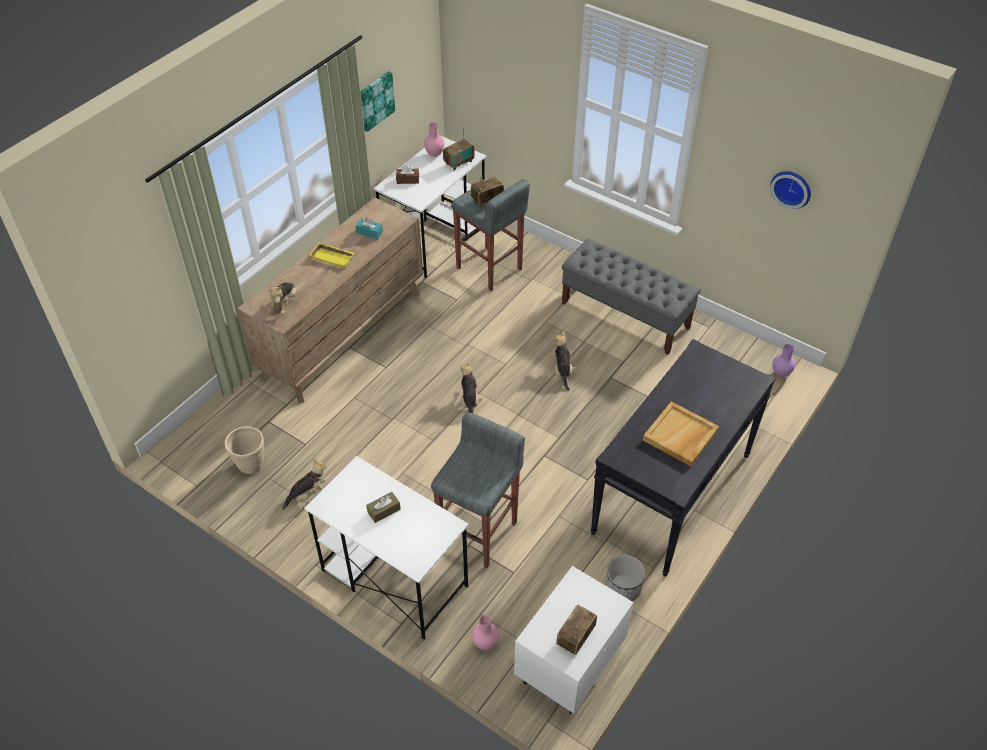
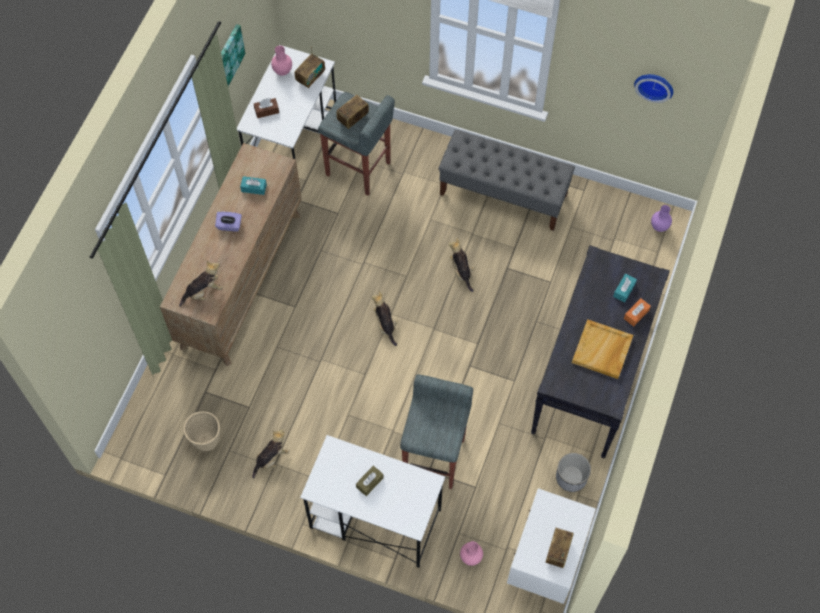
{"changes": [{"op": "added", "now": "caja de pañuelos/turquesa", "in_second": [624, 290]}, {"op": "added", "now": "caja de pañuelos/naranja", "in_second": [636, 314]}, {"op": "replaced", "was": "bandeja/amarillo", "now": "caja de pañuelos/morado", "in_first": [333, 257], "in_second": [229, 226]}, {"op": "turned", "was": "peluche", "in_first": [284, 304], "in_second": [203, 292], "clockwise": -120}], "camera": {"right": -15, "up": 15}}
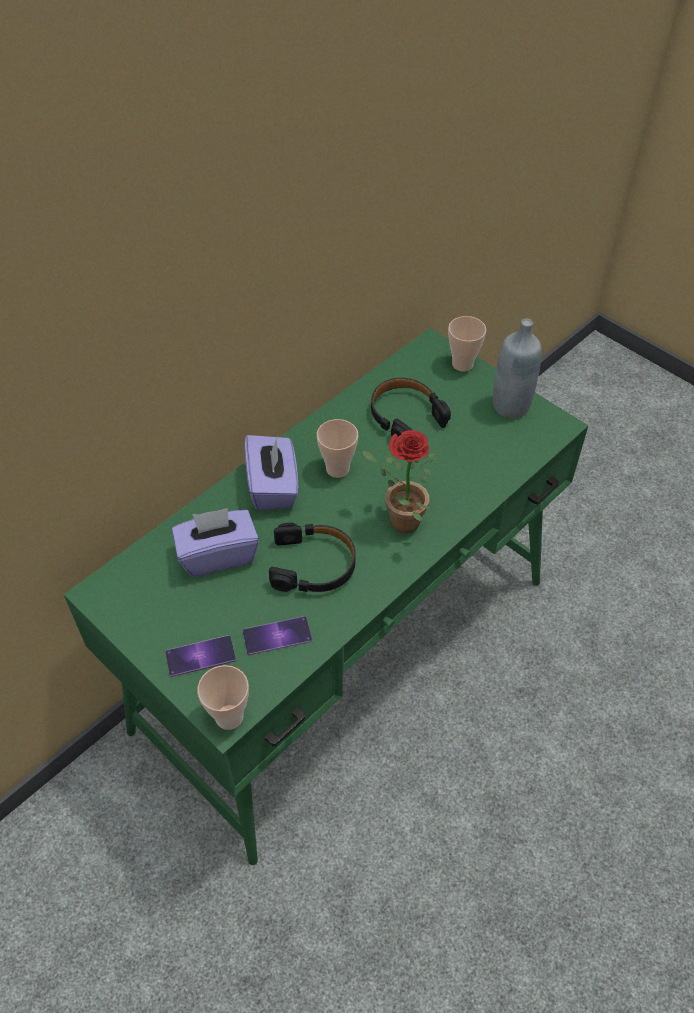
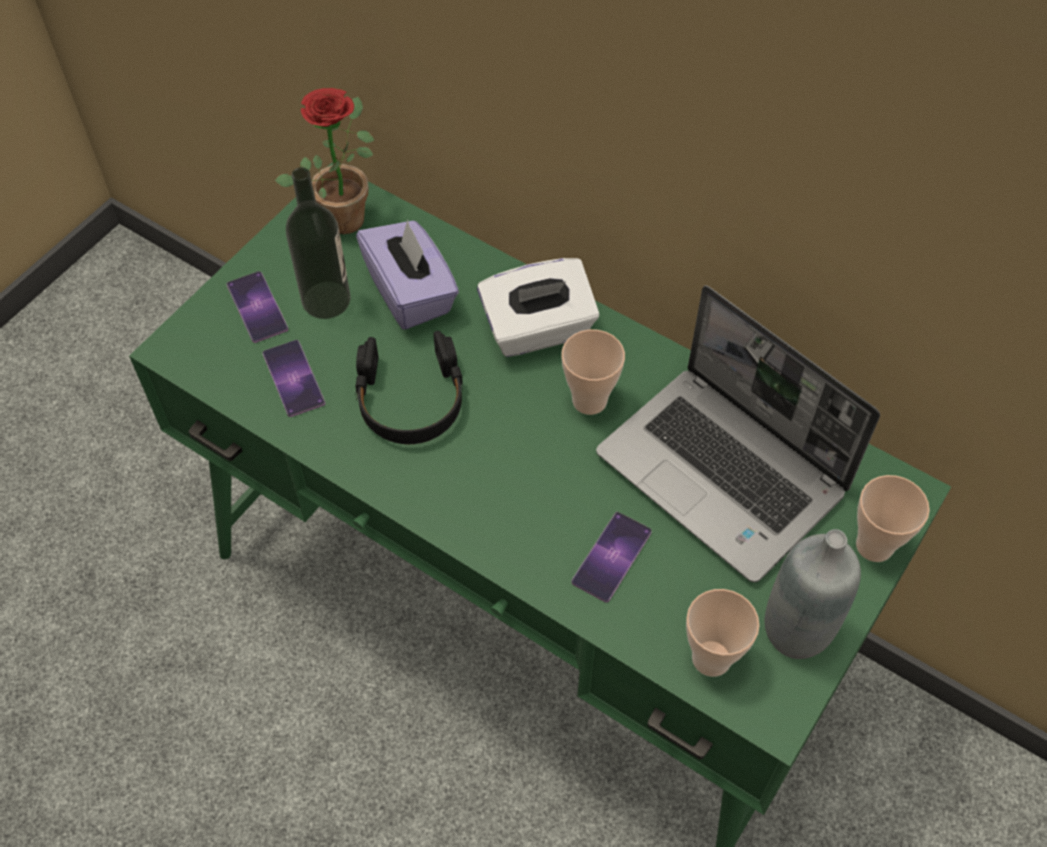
{"changes": [{"op": "added", "now": "botella", "in_second": [326, 300]}, {"op": "added", "now": "móvil", "in_second": [611, 557]}, {"op": "moved", "was": "taza", "in_first": [229, 717], "in_second": [711, 658]}, {"op": "moved", "was": "planta en maceta", "in_first": [398, 520], "in_second": [345, 213]}, {"op": "replaced", "was": "auriculares/negro", "now": "portátil", "in_first": [405, 416], "in_second": [724, 474]}, {"op": "recoloured", "was": "caja de pañuelos/morado", "now": "caja de pañuelos/blanco", "in_first": [273, 487], "in_second": [538, 330]}], "camera": {"right": 80, "up": 5}}
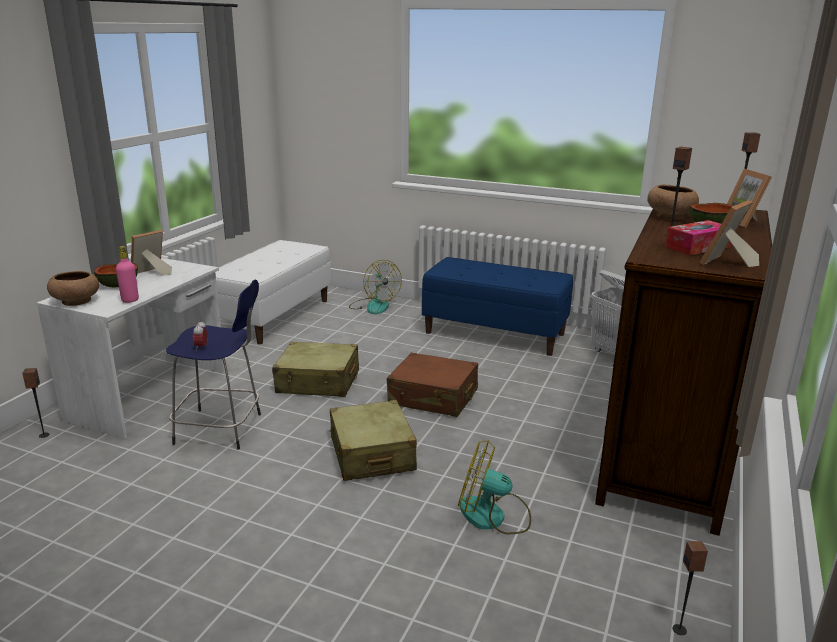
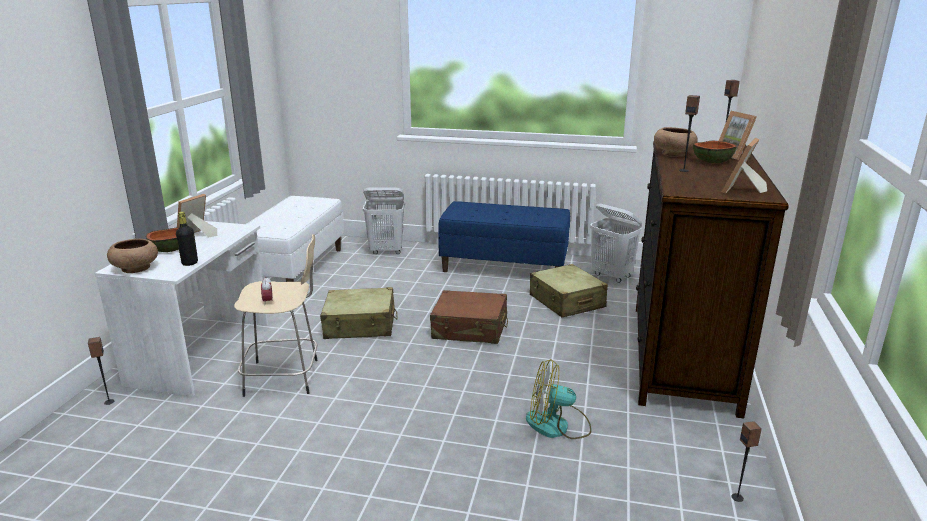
{"changes": [{"op": "removed", "was": "caja de pañuelos", "in_first": [697, 247]}, {"op": "moved", "was": "maleta/beis", "in_first": [371, 454], "in_second": [566, 302]}, {"op": "replaced", "was": "ventilador", "now": "cesto de la ropa/blanco", "in_first": [374, 306], "in_second": [386, 251]}, {"op": "recoloured", "was": "botella/rosa", "now": "botella/negro", "in_first": [130, 300], "in_second": [190, 263]}, {"op": "recoloured", "was": "taburete/azul", "now": "taburete/beis", "in_first": [221, 429], "in_second": [285, 377]}], "camera": {"right": -10, "up": 0}}
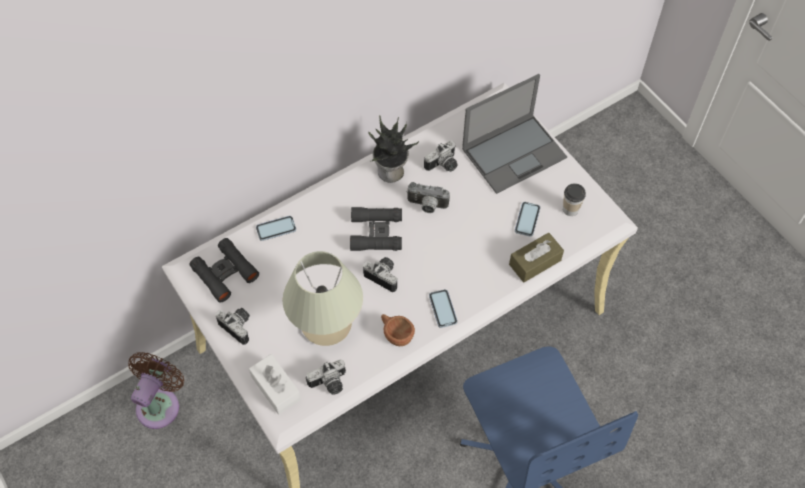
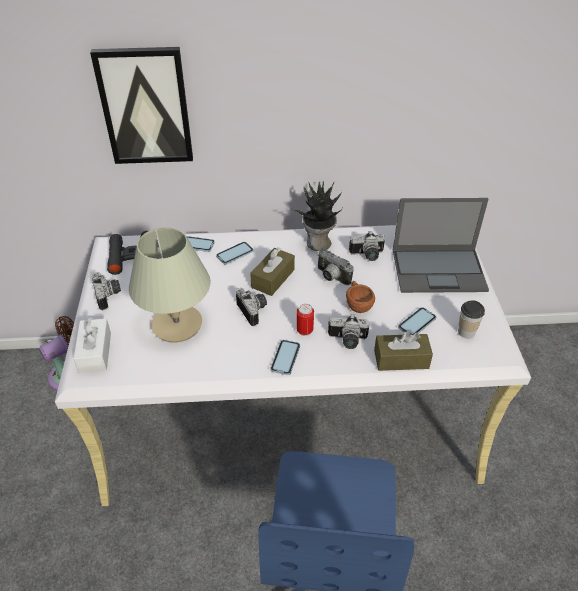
{"changes": [{"op": "added", "now": "cuadro", "in_second": [145, 106]}, {"op": "added", "now": "móvil", "in_second": [235, 254]}, {"op": "added", "now": "lata", "in_second": [304, 331]}, {"op": "moved", "was": "cámara", "in_first": [329, 384], "in_second": [347, 340]}, {"op": "moved", "was": "taza/marrón", "in_first": [395, 334], "in_second": [357, 304]}, {"op": "replaced", "was": "prismáticos/negro", "now": "caja de pañuelos/marrón", "in_first": [376, 232], "in_second": [273, 278]}], "camera": {"right": 30, "up": -15}}
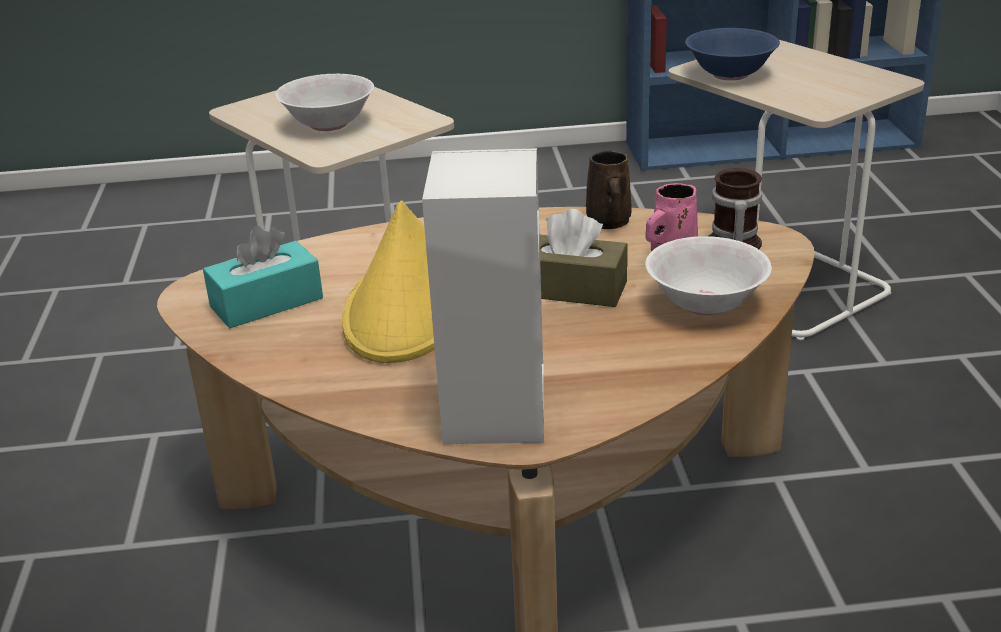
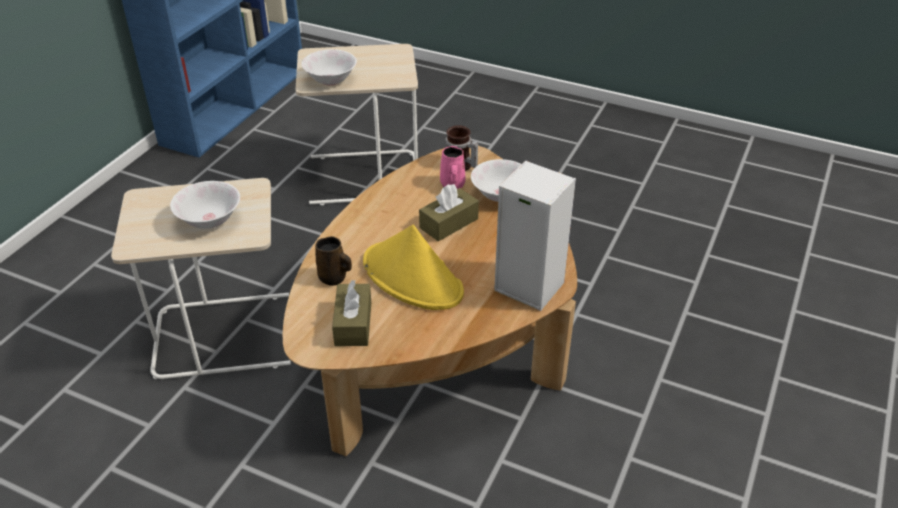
{"changes": [{"op": "moved", "was": "taza grande/marrón", "in_first": [609, 223], "in_second": [334, 278]}, {"op": "recoloured", "was": "caja de pañuelos/turquesa", "now": "caja de pañuelos/marrón", "in_first": [266, 302], "in_second": [353, 324]}, {"op": "recoloured", "was": "cuenco/azul", "now": "cuenco/blanco", "in_first": [729, 74], "in_second": [330, 80]}], "camera": {"right": -60, "up": 10}}
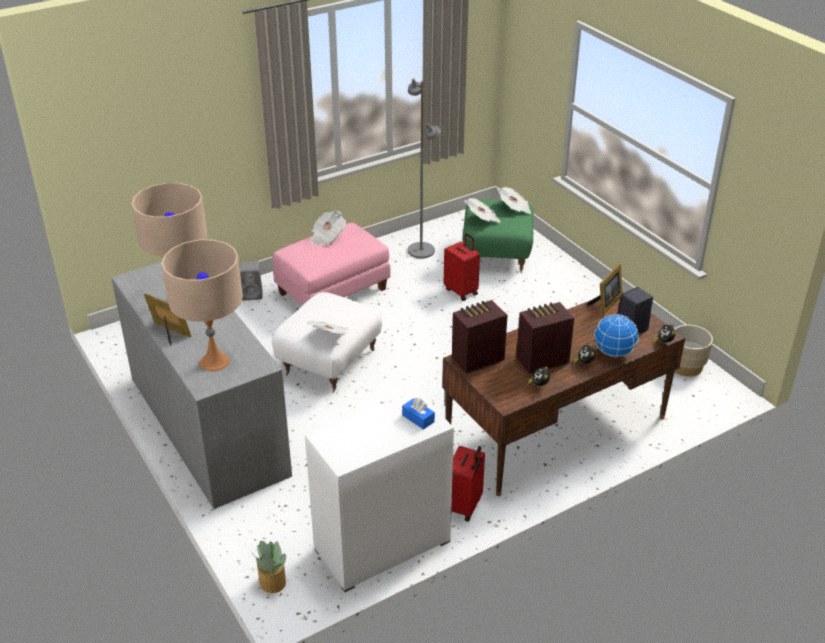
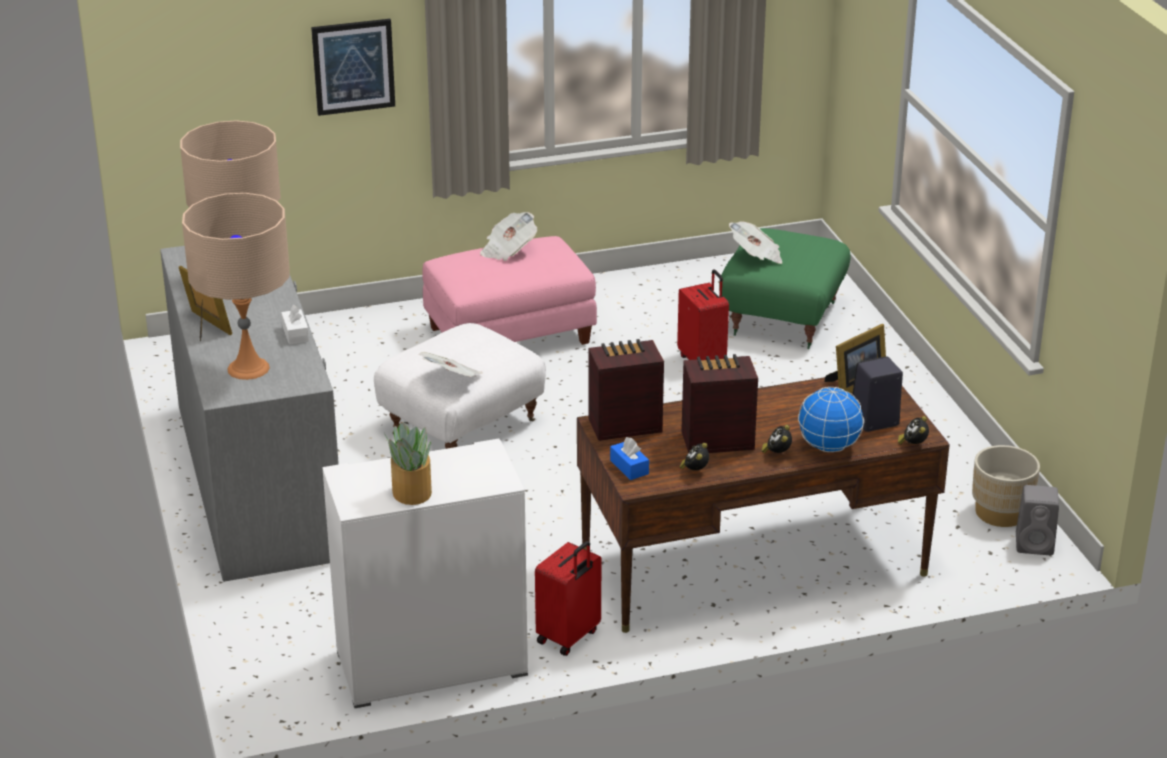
{"changes": [{"op": "removed", "was": "lámpara de pie/gris", "in_first": [421, 250]}, {"op": "removed", "was": "periódico", "in_first": [514, 209]}, {"op": "added", "now": "caja de pañuelos/blanco", "in_second": [295, 334]}, {"op": "added", "now": "cuadro", "in_second": [353, 66]}, {"op": "moved", "was": "altavoz/gris", "in_first": [253, 294], "in_second": [1035, 544]}, {"op": "moved", "was": "planta en maceta", "in_first": [272, 582], "in_second": [412, 493]}, {"op": "moved", "was": "caja de pañuelos/azul", "in_first": [418, 418], "in_second": [629, 467]}], "camera": {"right": 15, "up": -5}}
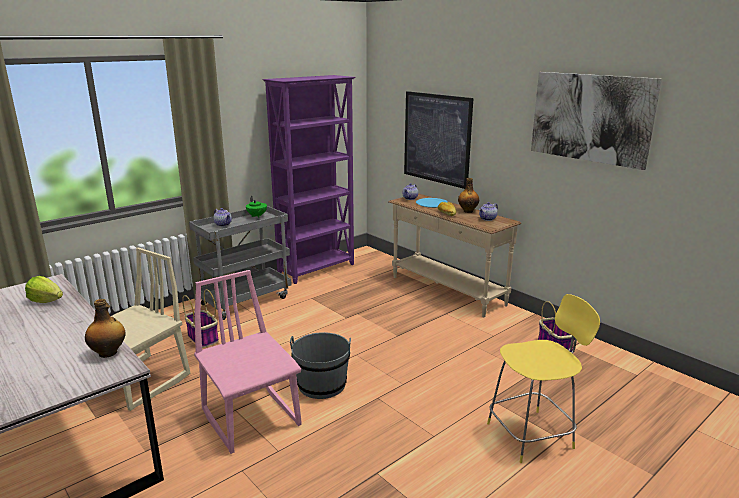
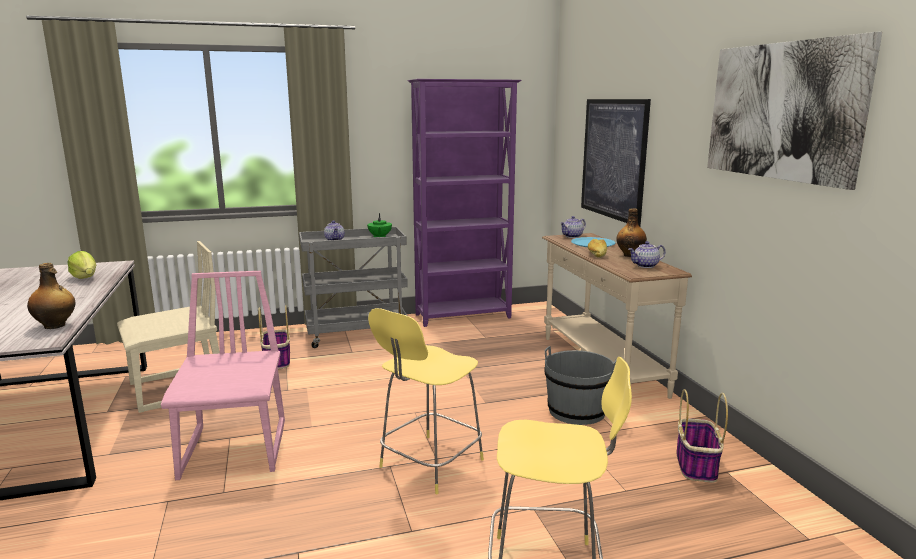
{"changes": [{"op": "added", "now": "taburete/amarillo", "in_second": [429, 465]}, {"op": "moved", "was": "cubo/gris", "in_first": [322, 384], "in_second": [577, 411]}], "camera": {"right": 25, "up": -5}}
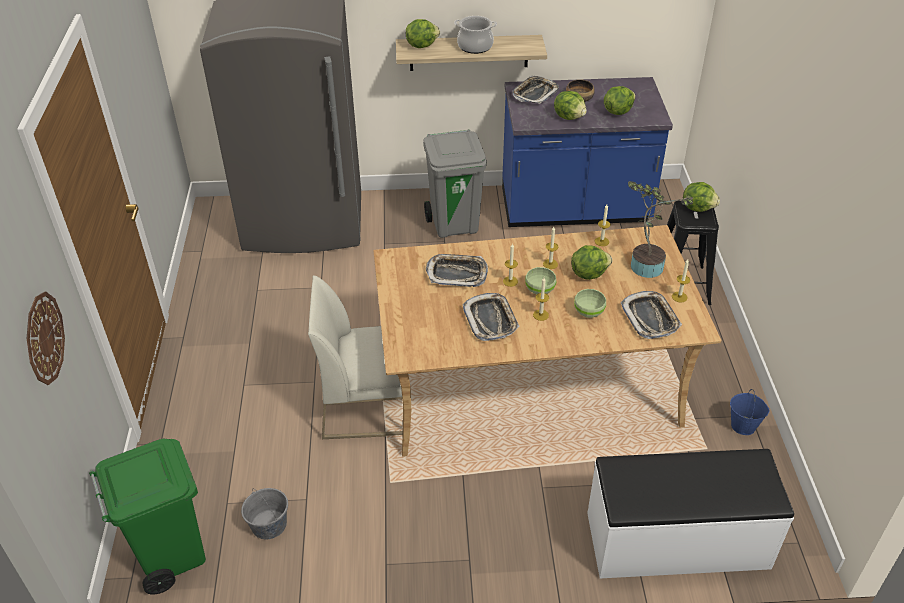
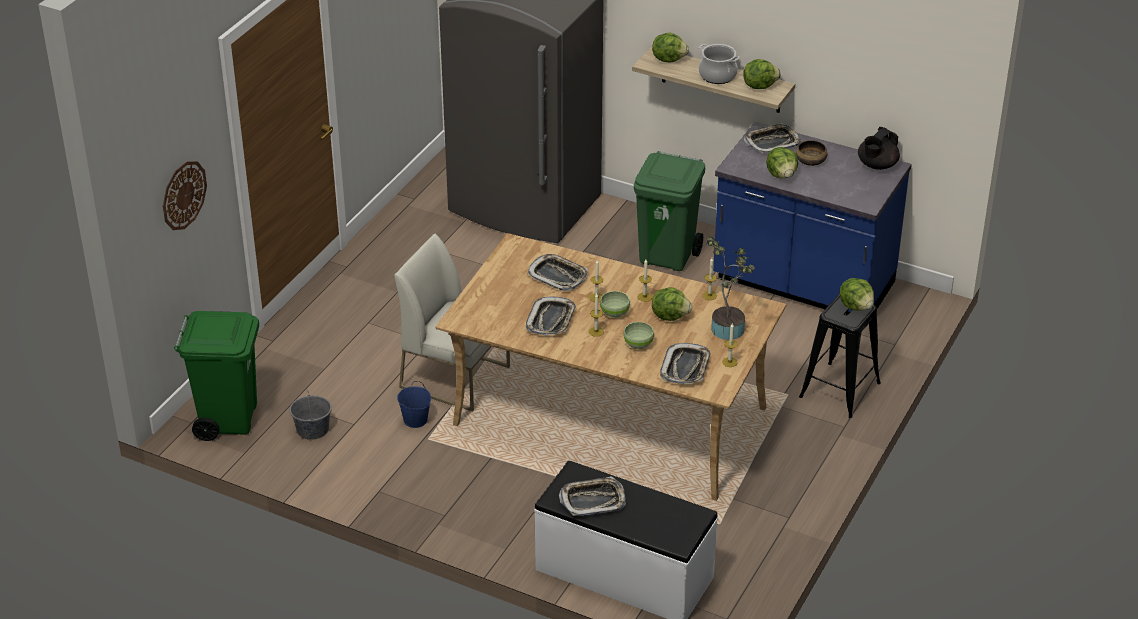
{"changes": [{"op": "added", "now": "bandeja", "in_second": [593, 500]}, {"op": "added", "now": "tetera/negro", "in_second": [876, 165]}, {"op": "moved", "was": "lechuga", "in_first": [617, 111], "in_second": [759, 86]}, {"op": "moved", "was": "cubo/azul", "in_first": [743, 426], "in_second": [416, 420]}, {"op": "recoloured", "was": "papelera/gris", "now": "papelera/verde", "in_first": [455, 224], "in_second": [667, 256]}], "camera": {"right": 30, "up": -5}}
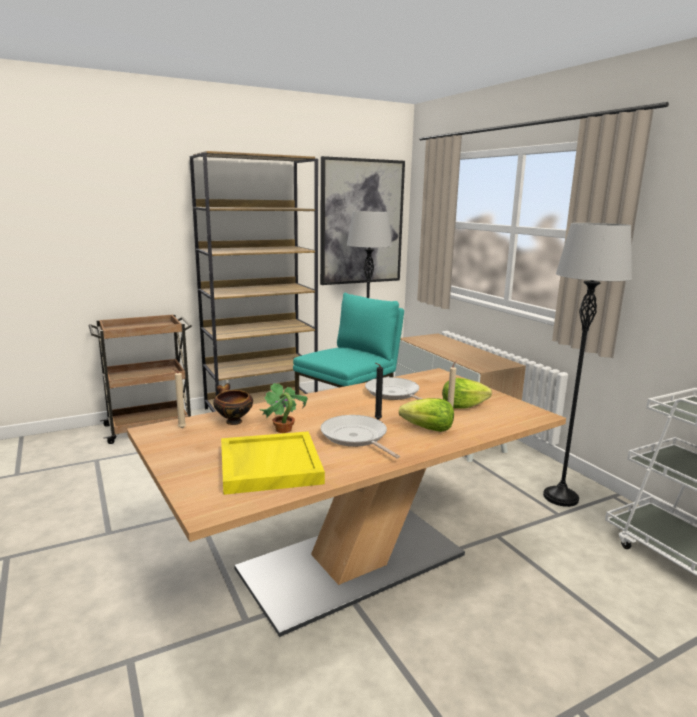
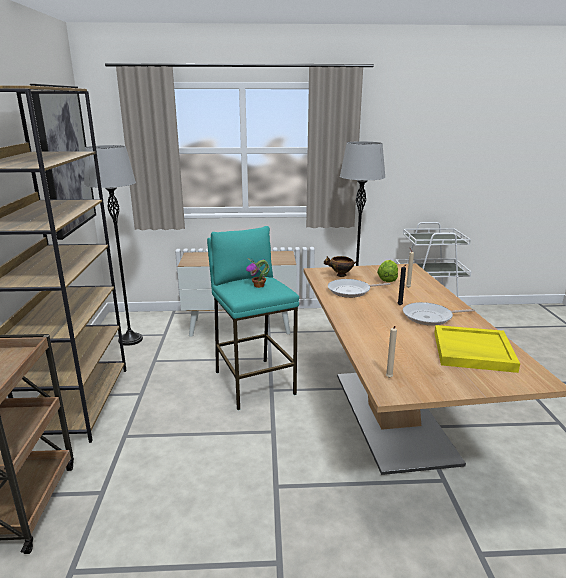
{"changes": [{"op": "removed", "was": "lechuga", "in_first": [428, 429]}, {"op": "moved", "was": "cuenco", "in_first": [233, 421], "in_second": [340, 275]}, {"op": "moved", "was": "planta en maceta", "in_first": [283, 430], "in_second": [259, 286]}], "camera": {"right": -65, "up": 5}}
